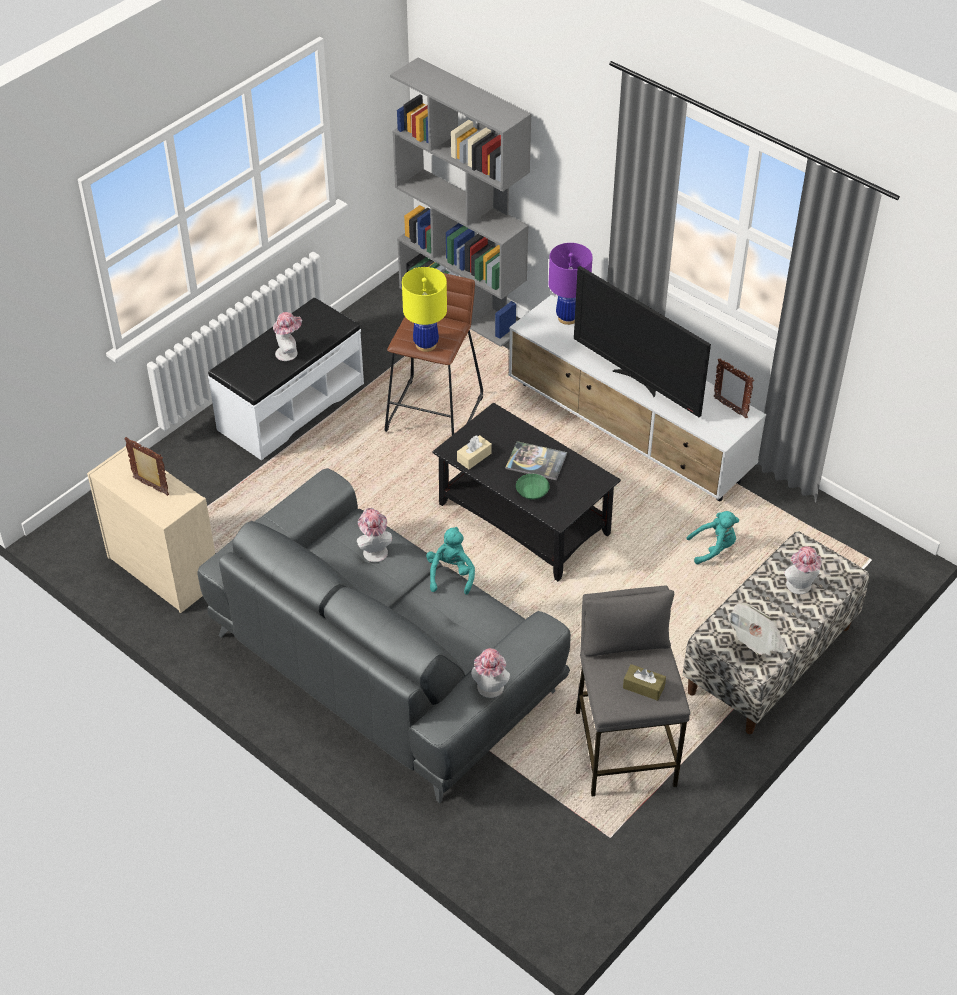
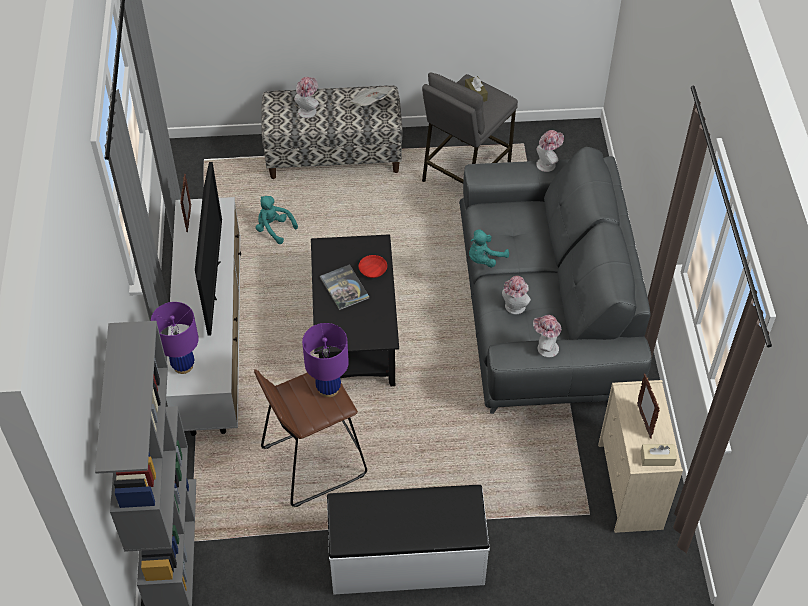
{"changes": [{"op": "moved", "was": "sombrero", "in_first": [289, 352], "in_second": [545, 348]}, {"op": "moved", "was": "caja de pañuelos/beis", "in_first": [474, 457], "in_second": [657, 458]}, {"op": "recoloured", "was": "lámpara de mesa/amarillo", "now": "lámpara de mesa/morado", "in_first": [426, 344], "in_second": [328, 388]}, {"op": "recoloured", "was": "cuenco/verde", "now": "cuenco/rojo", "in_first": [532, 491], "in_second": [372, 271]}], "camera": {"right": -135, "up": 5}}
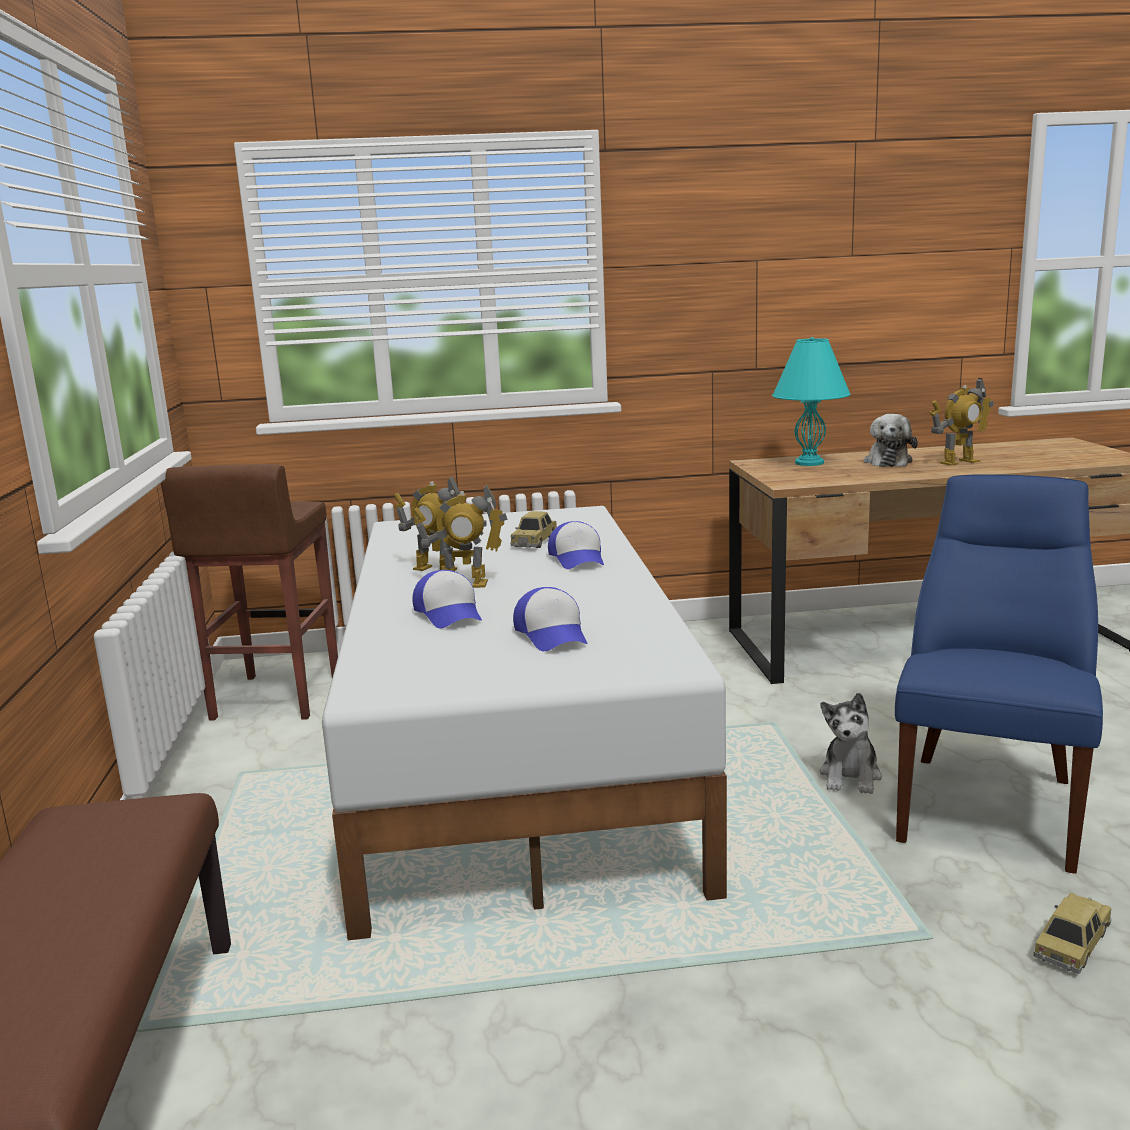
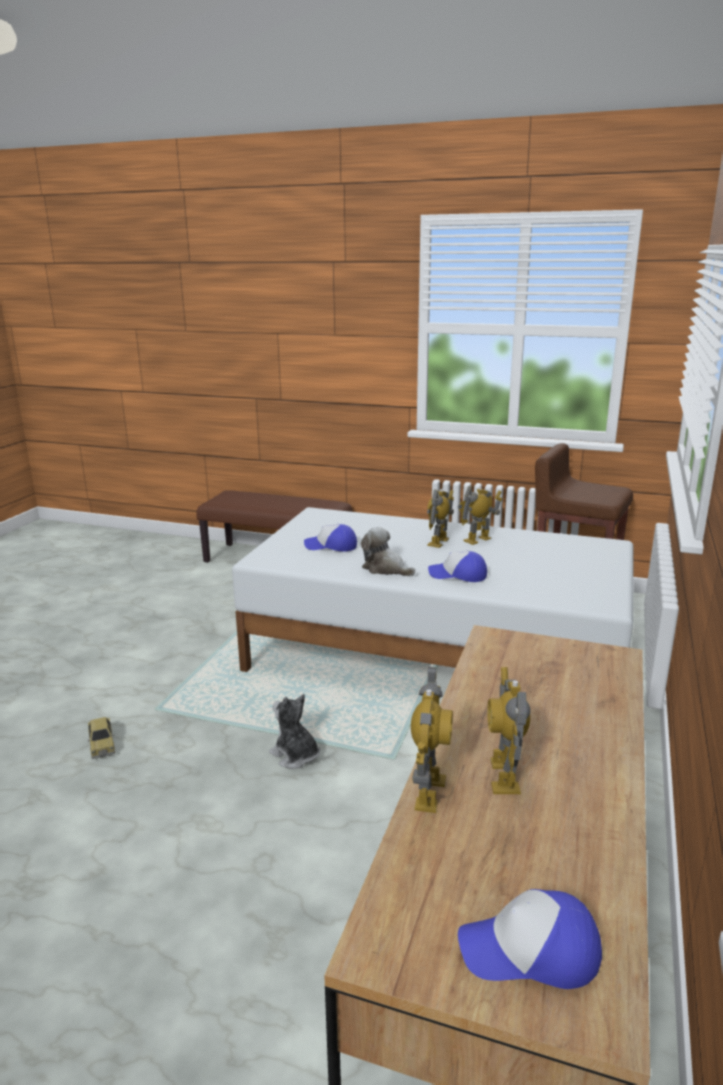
{"changes": [{"op": "removed", "was": "coche de juguete", "in_first": [534, 541]}, {"op": "removed", "was": "lámpara de mesa/turquesa", "in_first": [810, 463]}, {"op": "removed", "was": "silla/azul", "in_first": [989, 804]}, {"op": "added", "now": "robot de juguete", "in_second": [428, 792]}, {"op": "moved", "was": "gorra", "in_first": [449, 614], "in_second": [530, 952]}, {"op": "moved", "was": "peluche", "in_first": [888, 461], "in_second": [385, 569]}], "camera": {"right": 115, "up": 5}}
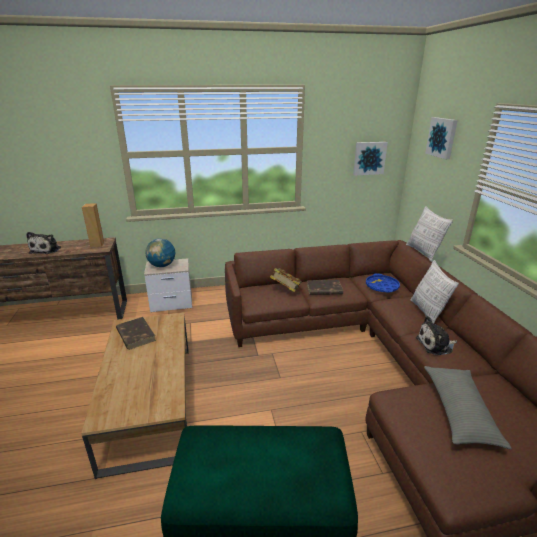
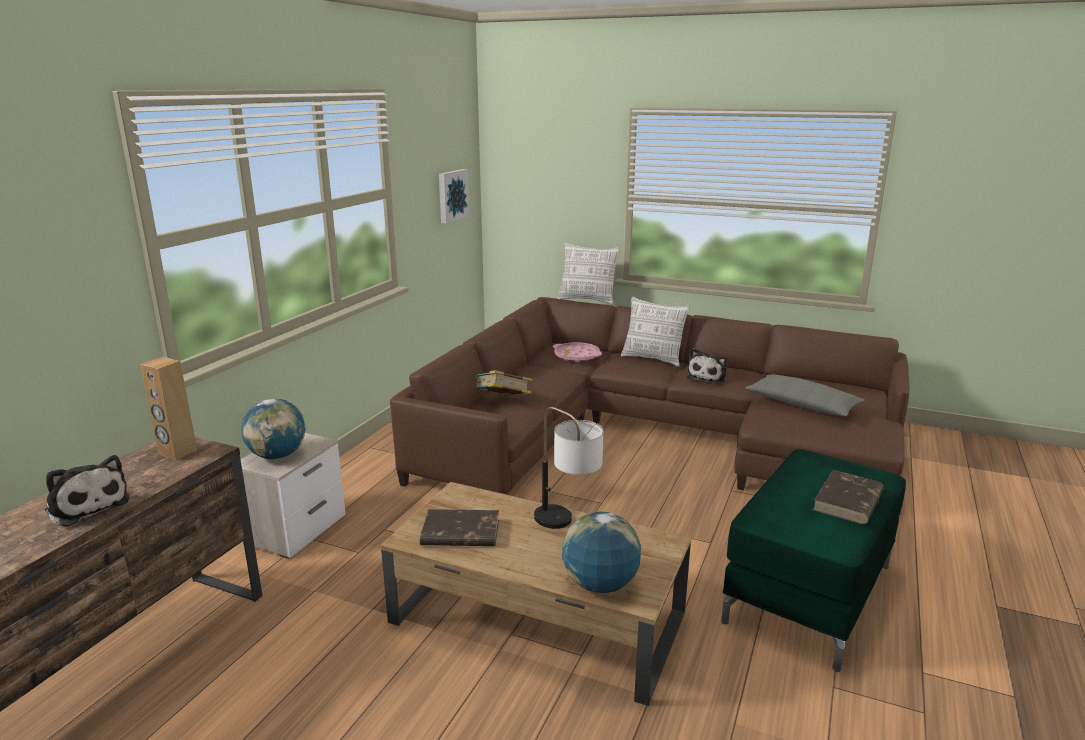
{"changes": [{"op": "removed", "was": "cuadro", "in_first": [442, 137]}, {"op": "added", "now": "lámpara de mesa", "in_second": [566, 526]}, {"op": "added", "now": "globo terráqueo", "in_second": [600, 584]}, {"op": "moved", "was": "libro/marrón", "in_first": [324, 289], "in_second": [848, 501]}, {"op": "recoloured", "was": "bandeja/azul", "now": "bandeja/rosa", "in_first": [382, 286], "in_second": [576, 356]}], "camera": {"right": -55, "up": -5}}
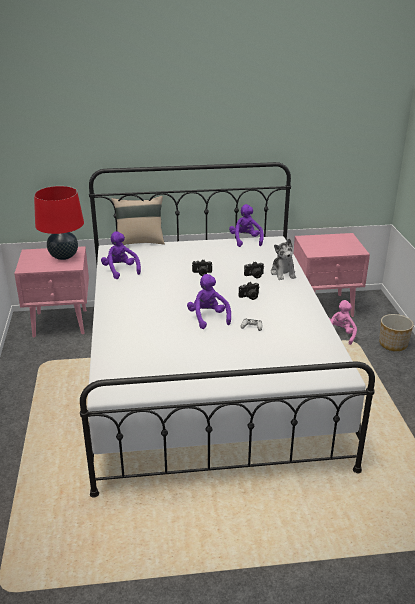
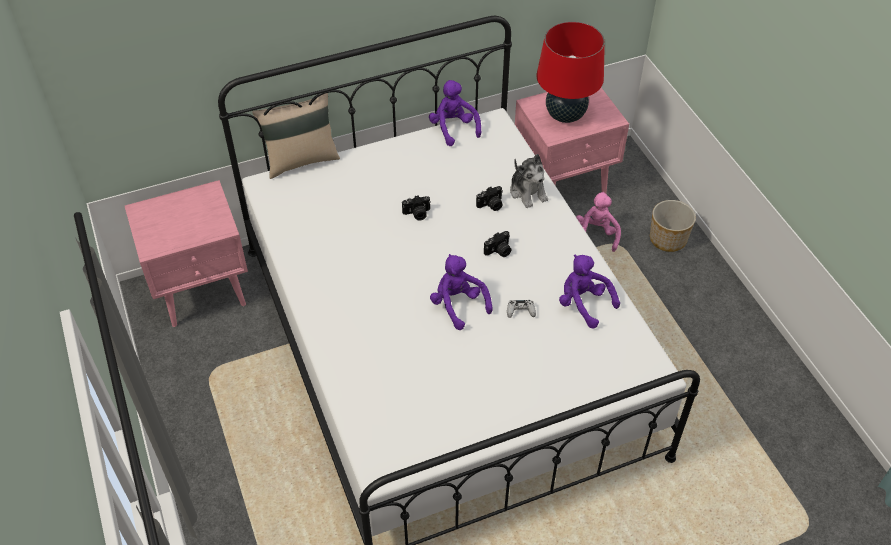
{"changes": [{"op": "moved", "was": "lámpara de mesa/rojo", "in_first": [63, 256], "in_second": [565, 115]}, {"op": "moved", "was": "peluche/morado", "in_first": [120, 270], "in_second": [583, 304]}], "camera": {"right": -15, "up": 20}}
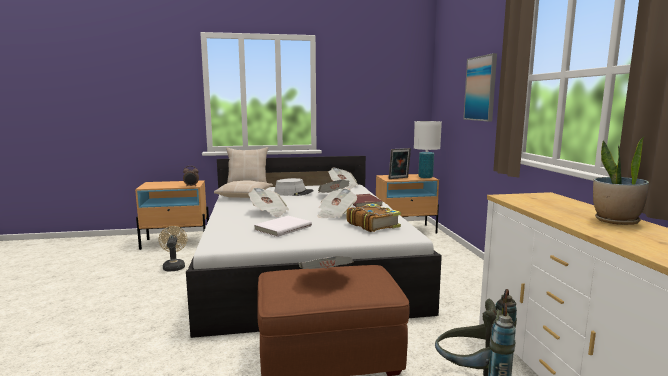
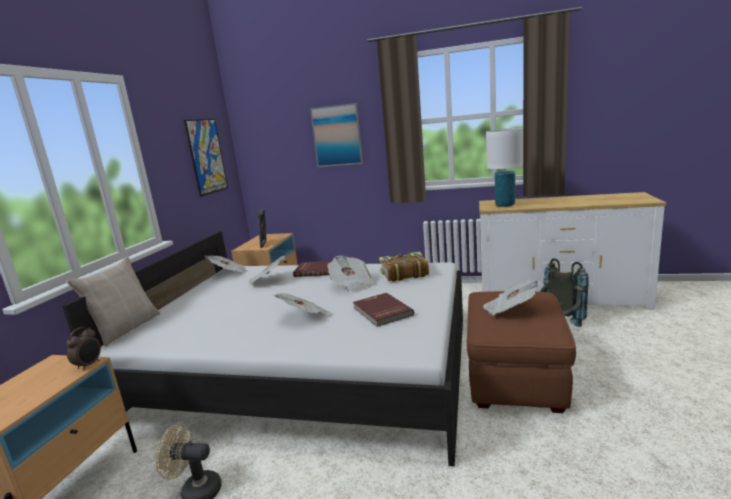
{"changes": [{"op": "removed", "was": "cojín/beis", "in_first": [245, 195]}, {"op": "removed", "was": "sombrero/gris", "in_first": [293, 193]}, {"op": "removed", "was": "planta en maceta", "in_first": [615, 221]}, {"op": "added", "now": "cuadro", "in_second": [207, 156]}, {"op": "moved", "was": "lámpara de mesa/blanco", "in_first": [425, 177], "in_second": [504, 205]}, {"op": "recoloured", "was": "libro/blanco", "now": "libro/rojo", "in_first": [282, 228], "in_second": [381, 311]}], "camera": {"right": -65, "up": 5}}
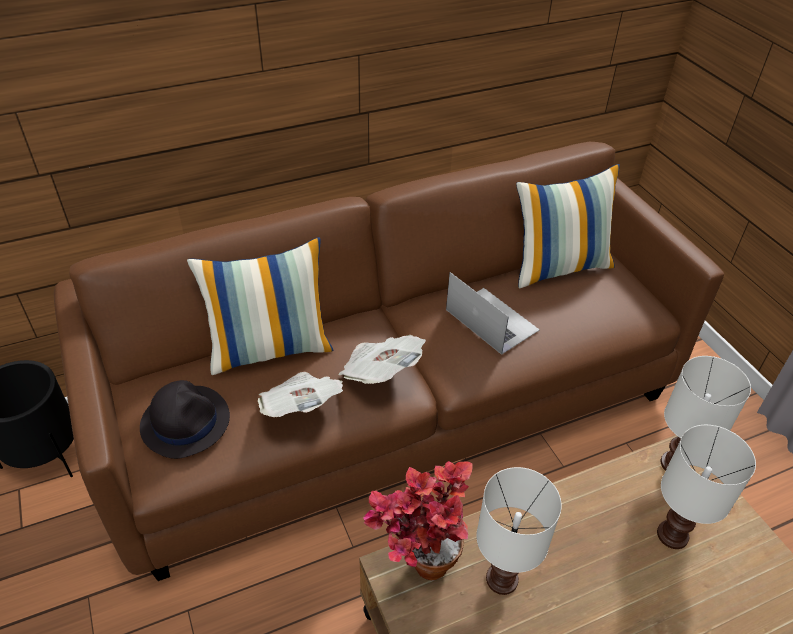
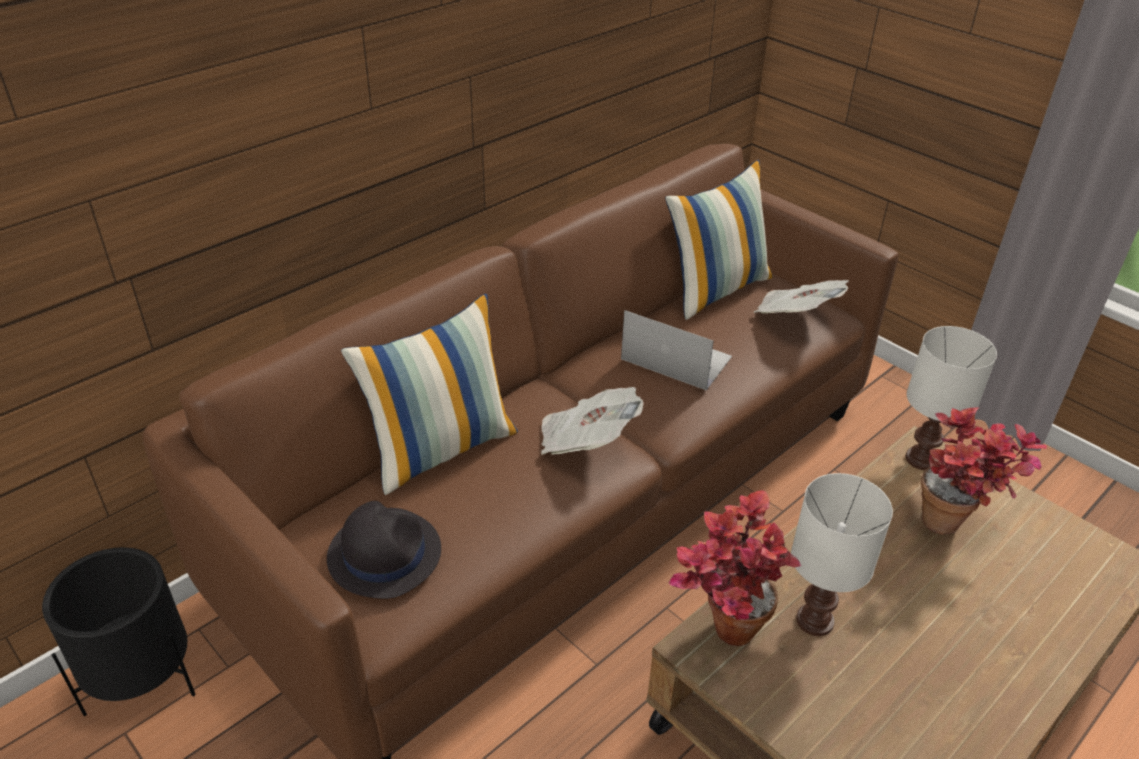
{"changes": [{"op": "moved", "was": "periódico", "in_first": [301, 408], "in_second": [795, 316]}, {"op": "replaced", "was": "lámpara de mesa/blanco", "now": "planta en maceta", "in_first": [673, 534], "in_second": [954, 526]}], "camera": {"right": -20, "up": -5}}
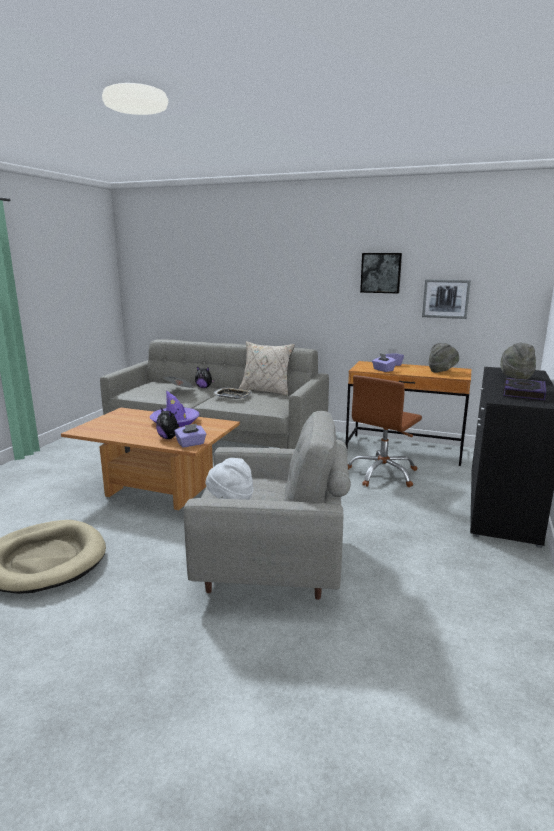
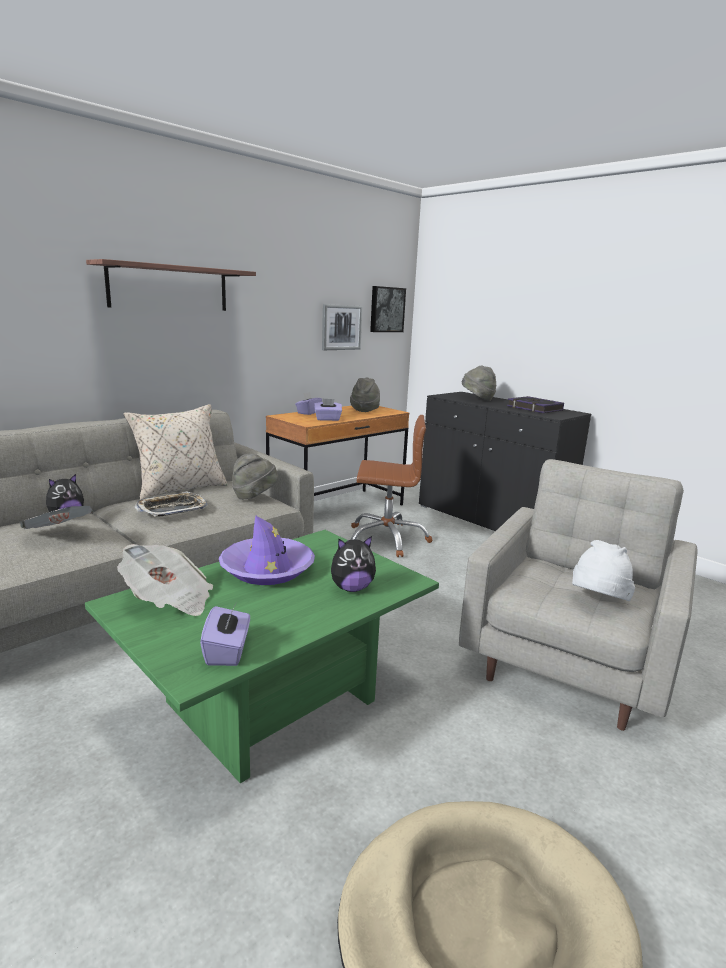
{"changes": [{"op": "added", "now": "estante", "in_second": [169, 287]}, {"op": "added", "now": "periódico", "in_second": [169, 600]}, {"op": "added", "now": "sombrero/gris", "in_second": [254, 496]}, {"op": "moved", "was": "caja de pañuelos/morado", "in_first": [191, 444], "in_second": [227, 651]}, {"op": "moved", "was": "cuadro", "in_first": [381, 273], "in_second": [386, 309]}, {"op": "recoloured", "was": "mesa de centro/marrón", "now": "mesa de centro/verde", "in_first": [158, 489], "in_second": [273, 706]}, {"op": "turned", "was": "silla de oficina/marrón", "in_first": [382, 474], "in_second": [387, 538], "clockwise": -60}], "camera": {"right": -65, "up": 0}}
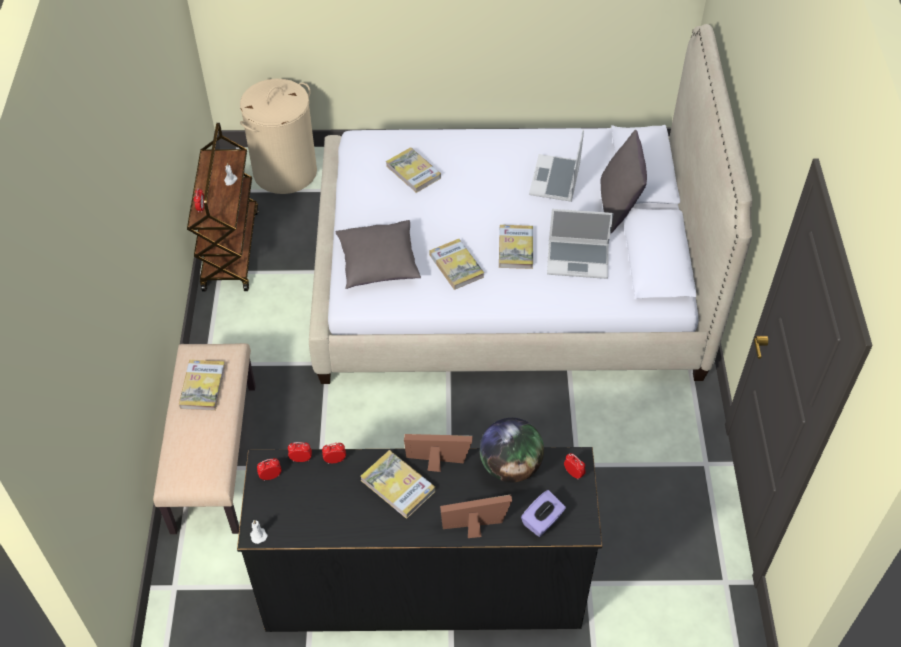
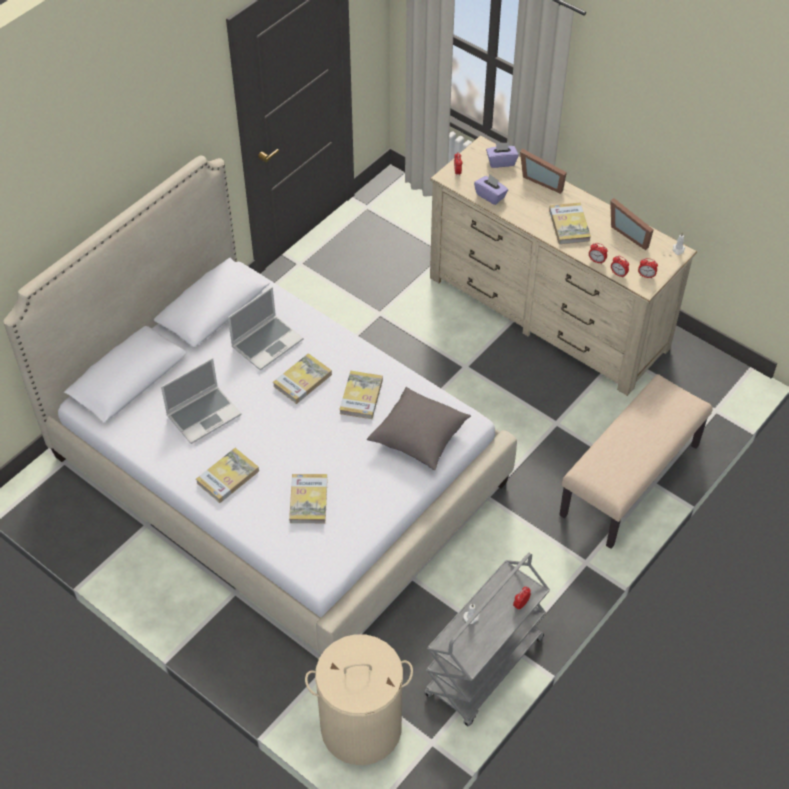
{"changes": [{"op": "removed", "was": "cojín/gris", "in_first": [619, 206]}, {"op": "moved", "was": "libro", "in_first": [203, 386], "in_second": [228, 477]}, {"op": "moved", "was": "portarretratos", "in_first": [437, 463], "in_second": [631, 233]}, {"op": "replaced", "was": "globo terráqueo", "now": "caja de pañuelos/morado", "in_first": [510, 466], "in_second": [490, 196]}, {"op": "recoloured", "was": "carrito/marrón", "now": "carrito/gris", "in_first": [230, 249], "in_second": [484, 668]}, {"op": "recoloured", "was": "cómoda/negro", "now": "cómoda/beis", "in_first": [423, 584], "in_second": [547, 312]}, {"op": "turned", "was": "portátil", "in_first": [578, 259], "in_second": [267, 342], "clockwise": 90}], "camera": {"right": -140, "up": 0}}
